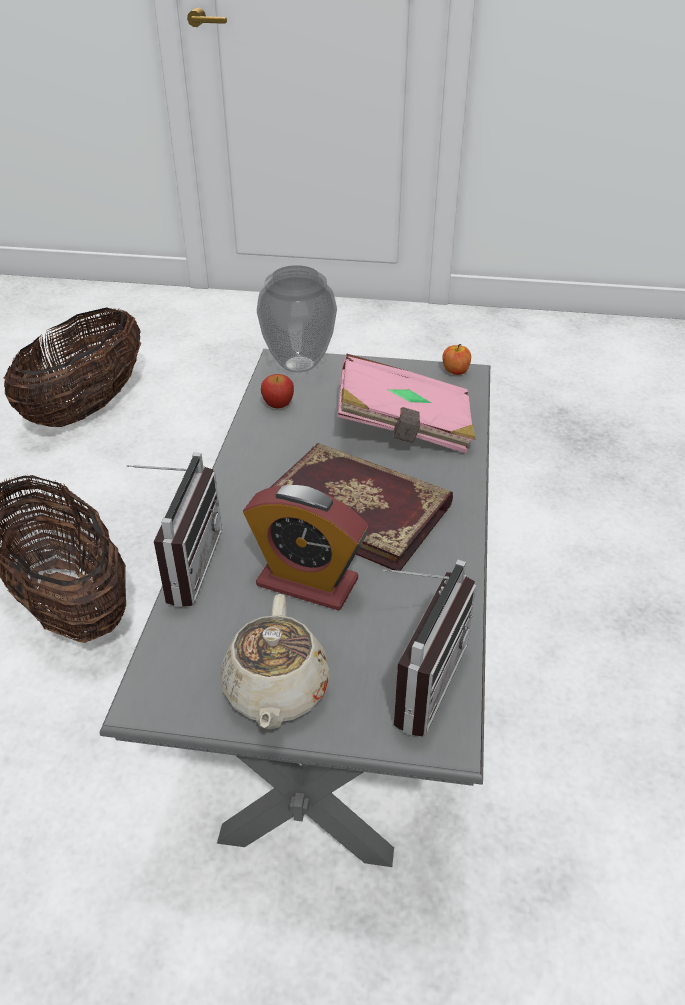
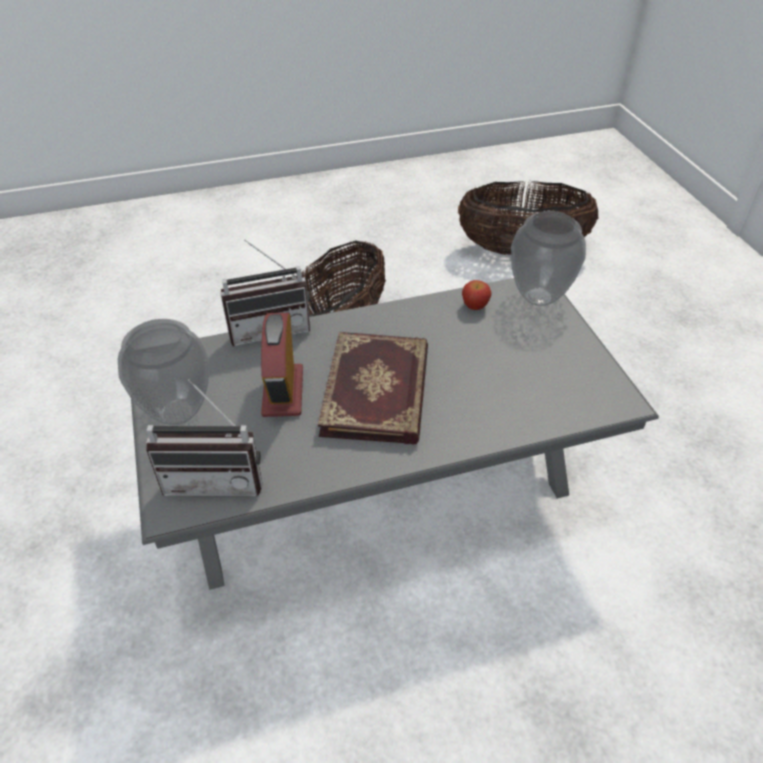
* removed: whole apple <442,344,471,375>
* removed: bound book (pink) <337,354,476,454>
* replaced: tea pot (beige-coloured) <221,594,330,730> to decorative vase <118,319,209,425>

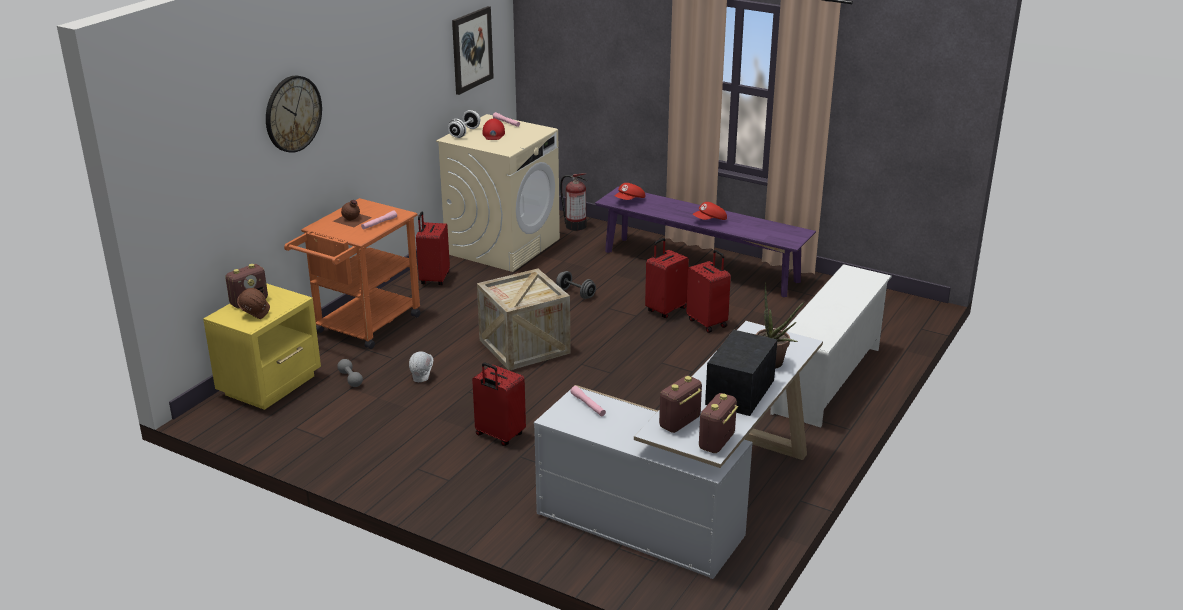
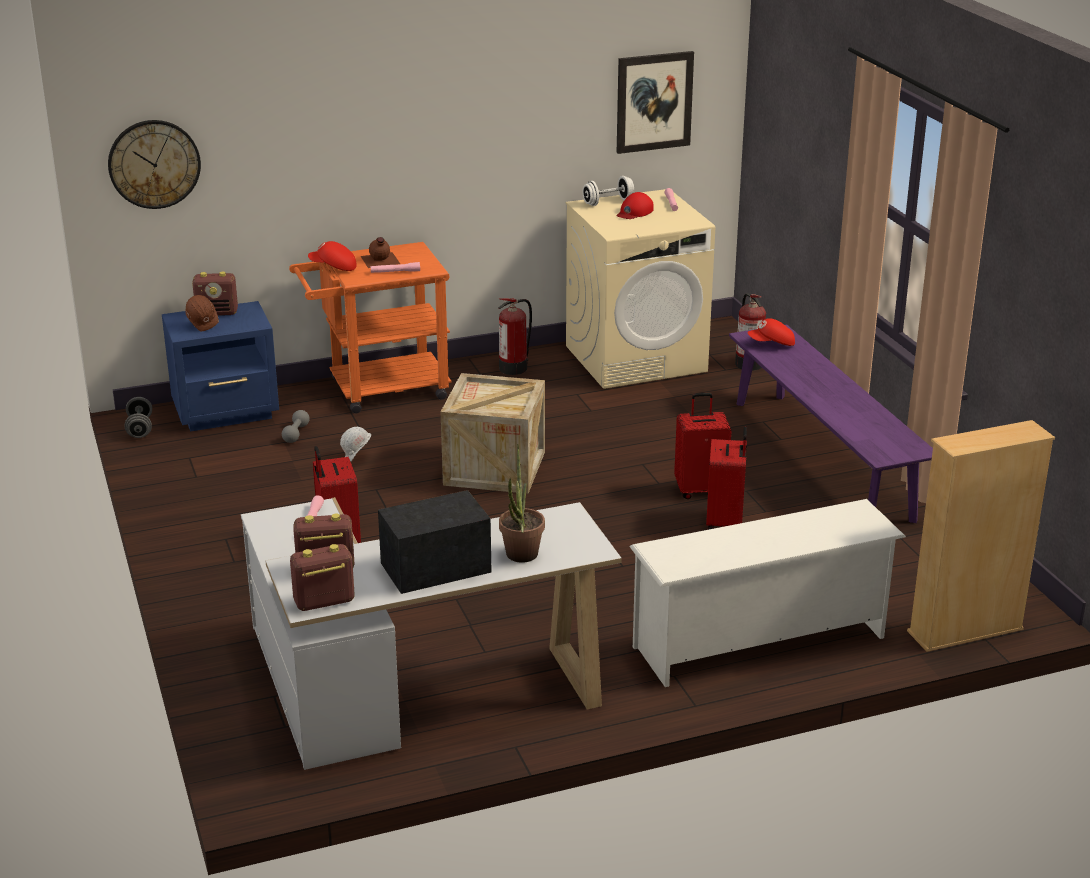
* moved: wall clock <266,76,322,153> to <108,120,201,209>
* moved: cap (red) <693,202,727,220> to <308,241,356,271>
* replaced: suitcase (red) <416,212,450,285> to fire extinguisher <498,298,532,375>
* moved: dumbbell (greyish) <556,271,596,299> to <125,397,152,438>
* recoloured: night table (yellow-coloured) <203,283,321,410> to night table (blue-coloured) <162,301,279,432>
* added: bookshelf (beige-coloured) <907,420,1055,652>

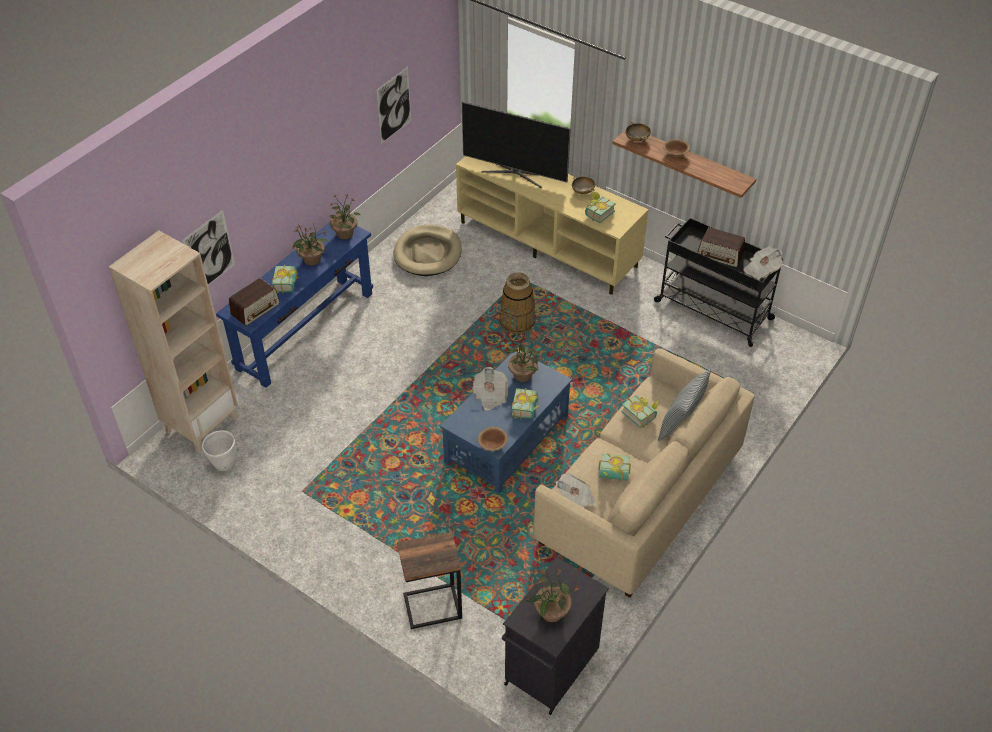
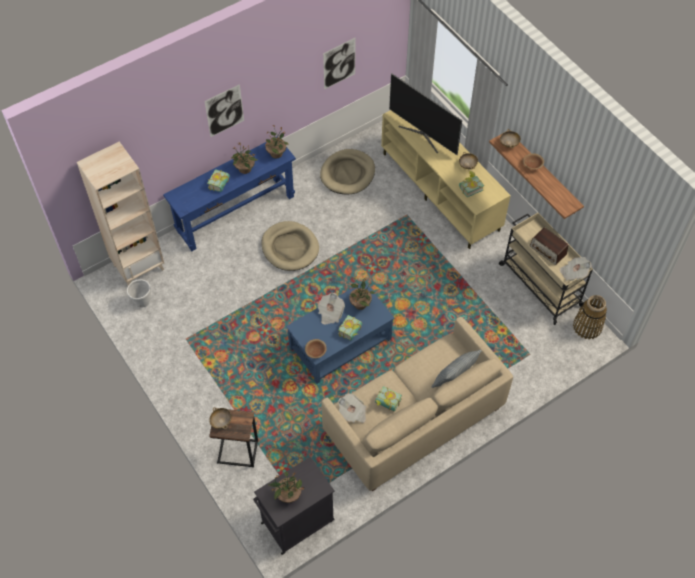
* moved: wall picture <182,210,235,286> to <204,84,244,137>
* recoloured: wheeled cart (black) <654,218,783,347> to wheeled cart (beige-coloured) <499,213,593,325>
* moved: household basket <499,272,536,334> to <573,295,607,339>
* removed: radio receiver <229,278,280,326>
* removed: bound book <621,395,659,428>
* added: dog cushion (beige-coloured) <261,221,319,271>
* added: serving bowl (beige-coloured) <209,407,232,429>

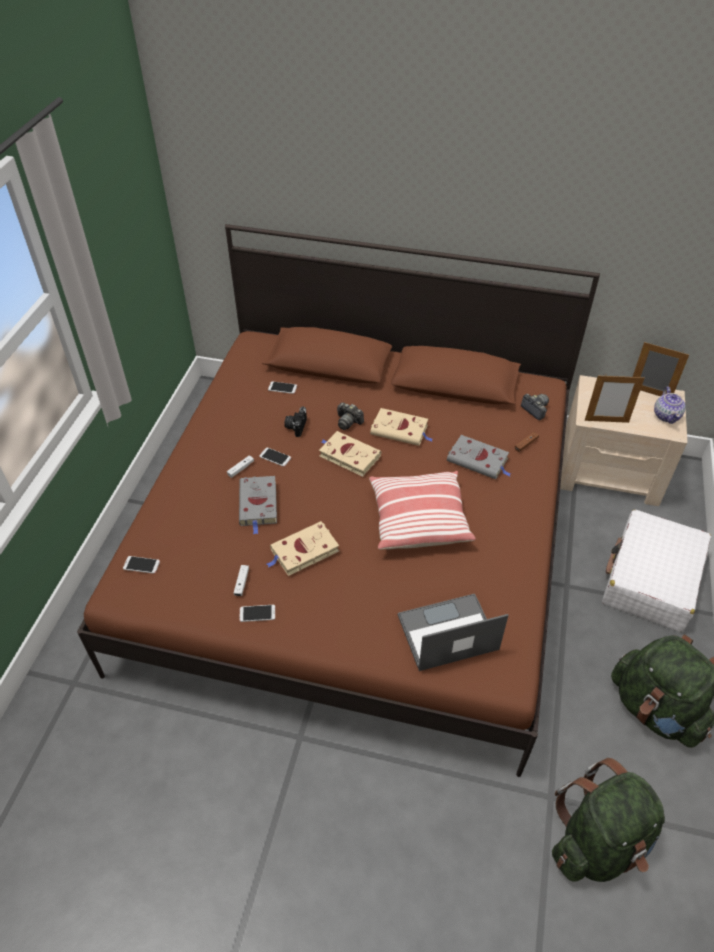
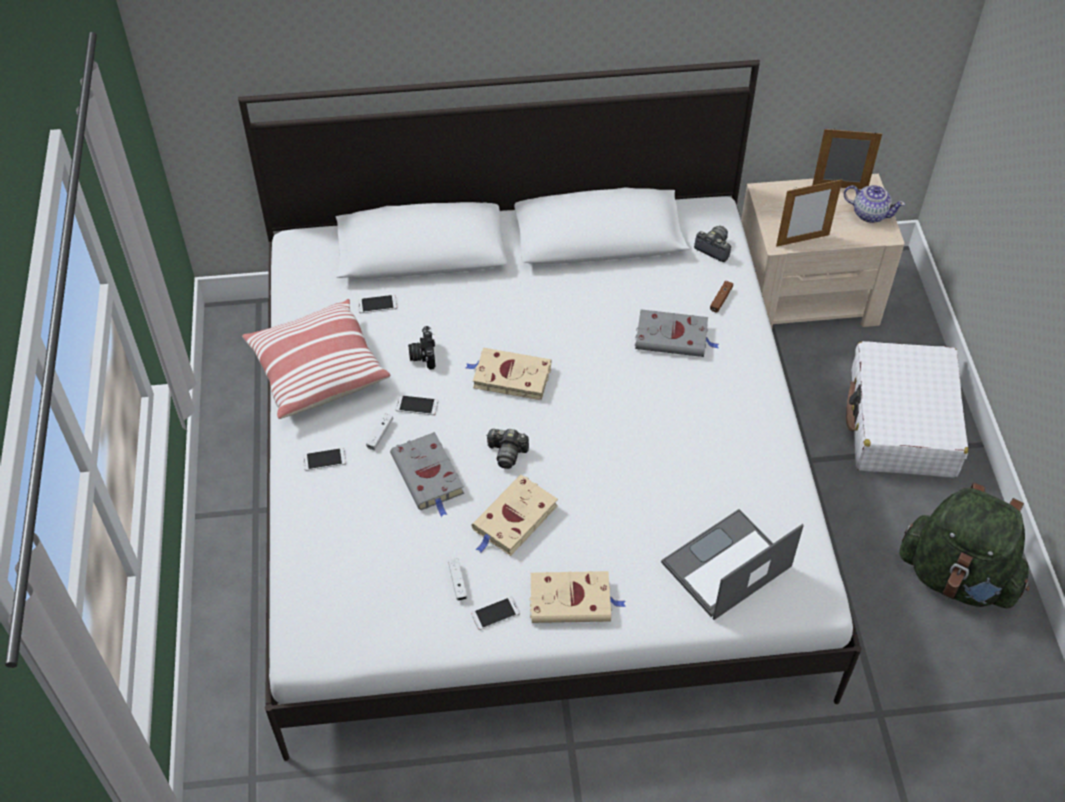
* recoloured: bed (brown) <77,224,600,777> to bed (white) <238,60,862,761>
* turned: tea pot <654,387,686,424> = <844,185,905,223> 45 degrees counterclockwise
* moved: still camera <337,402,364,430> to <486,429,529,469>
* moved: bound book (beige-coloured) <370,408,433,446> to <530,571,626,623>
* moved: cushion <369,471,476,550> to <242,299,390,419>
* moved: handset <123,556,160,574> to <303,448,346,471>
* removed: backpack (greenish) <552,758,665,882>

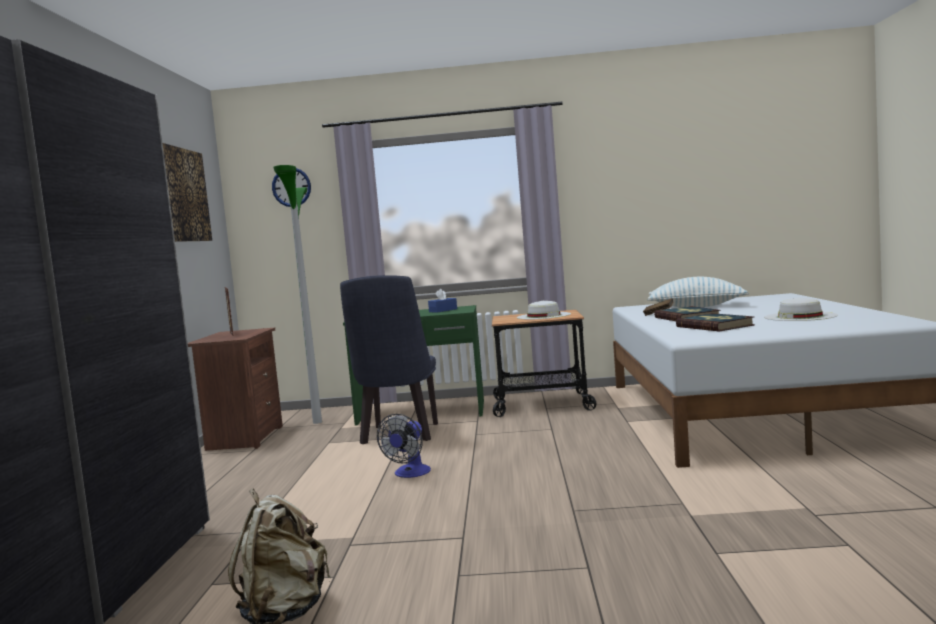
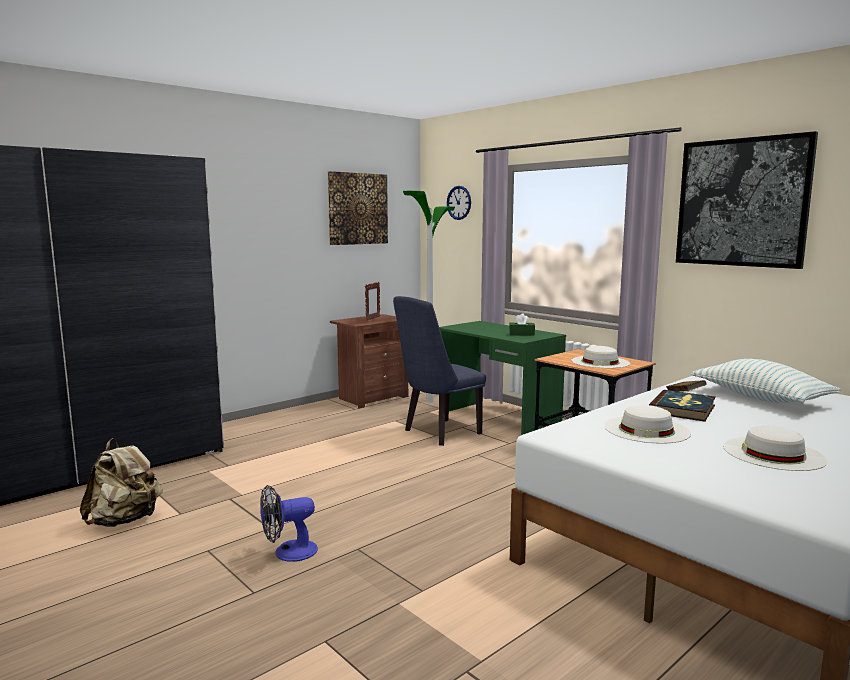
* recoloured: tissue holder (blue-coloured) <428,289,457,313> to tissue holder (greenish) <509,313,535,336>
* replaced: bound book <676,313,755,331> to hat (white) <604,405,691,444>
* moved: electric fan <377,414,431,478> to <260,485,318,562>
* added: wall picture <676,131,818,269>

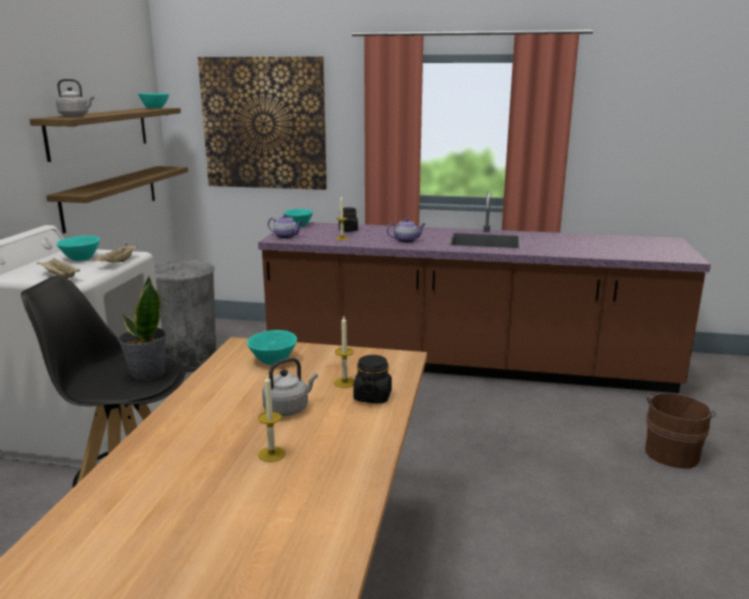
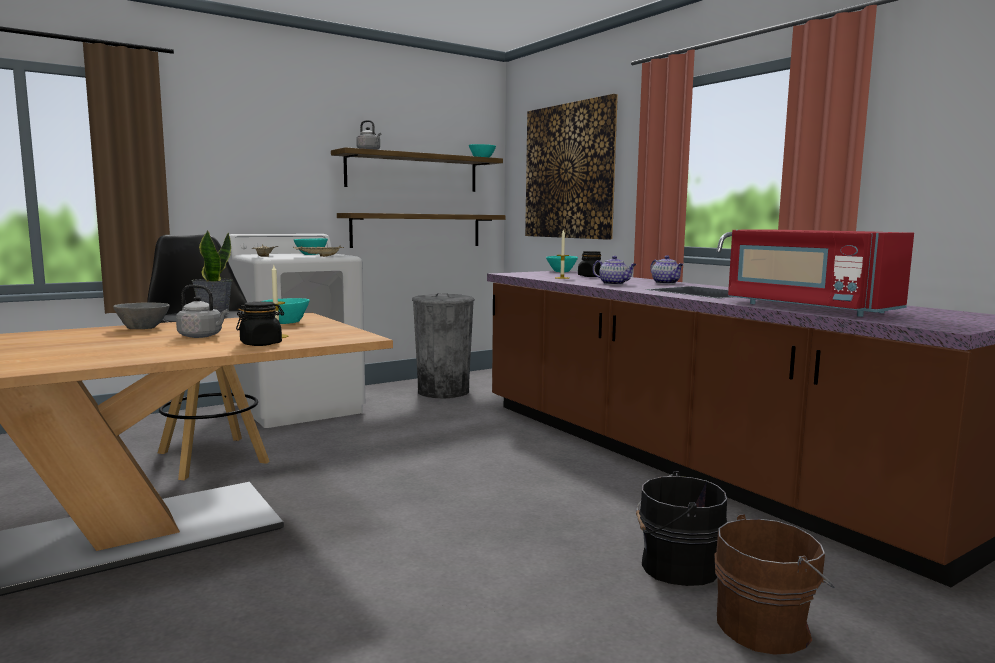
* moved: tea pot <268,214,303,239> to <650,255,683,284>
* removed: wax candle <258,375,286,462>
* added: kitchen microwave (red) <728,230,914,317>
* added: serving bowl (greyish) <113,302,170,329>
* added: pail (black) <636,471,727,586>

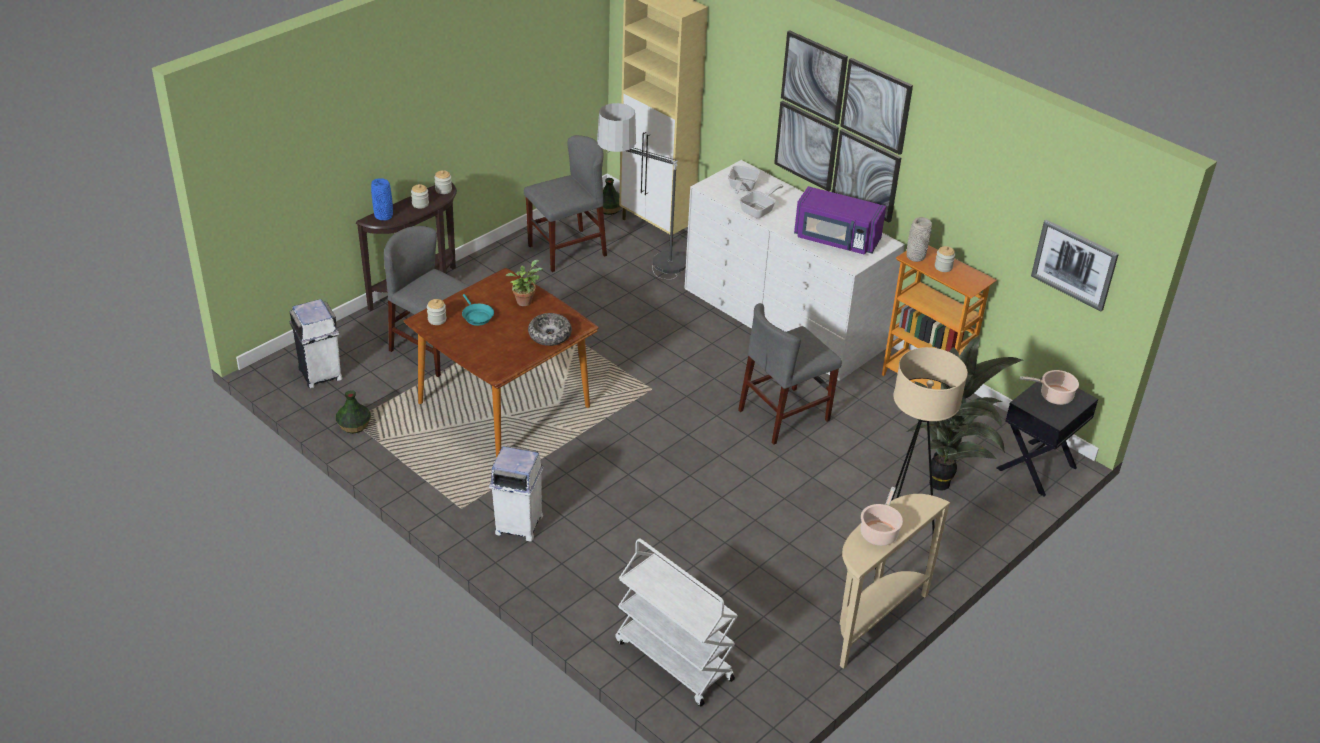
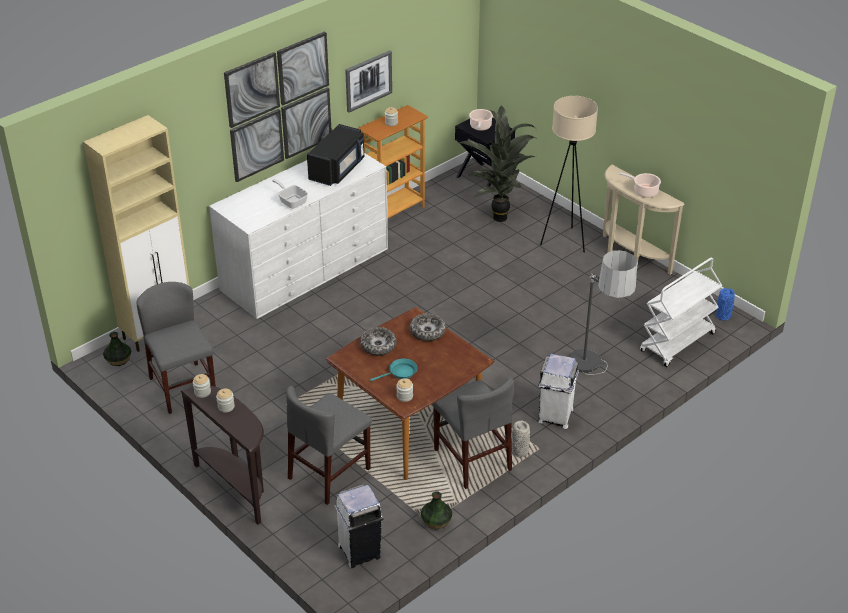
* moved: standing lamp <597,103,686,279> to <569,250,637,375>
* removed: skillet <728,165,760,194>
* moved: decorative vase (blue-coloured) <371,178,393,221> to <716,288,735,321>
* recoloured: kitchen microwave (purple) <794,186,886,255> to kitchen microwave (black) <307,124,364,186>
* moved: decorative vase (greyish) <906,217,932,262> to <512,421,530,457>
* moved: wall picture <1031,220,1119,311> to <345,50,392,113>
* replaced: potted plant <506,260,543,306> to serving bowl <360,327,397,356>
* moved: upright chair (greyish) <738,303,842,445> to <432,378,514,489>

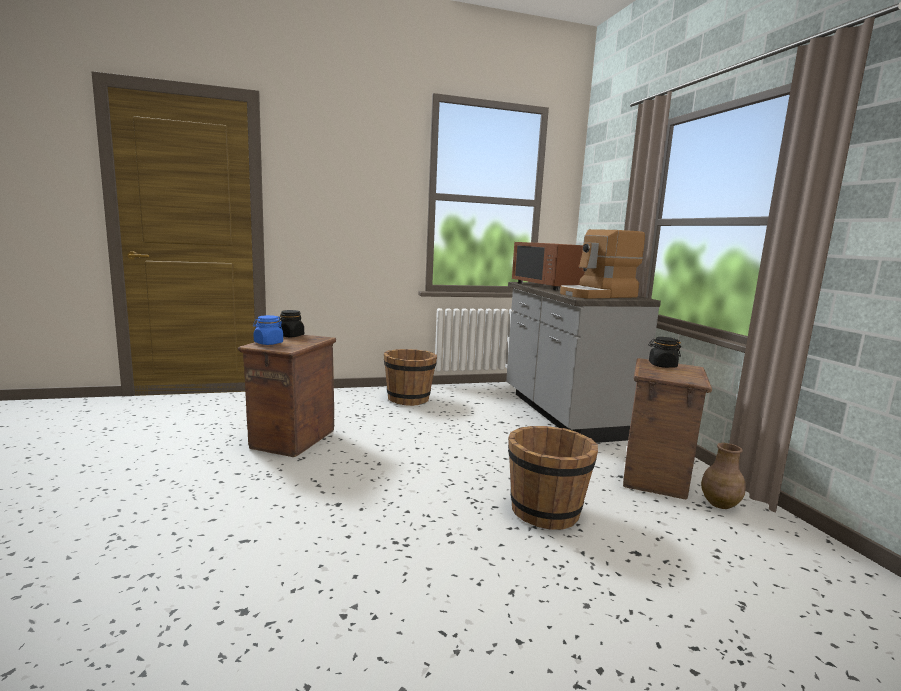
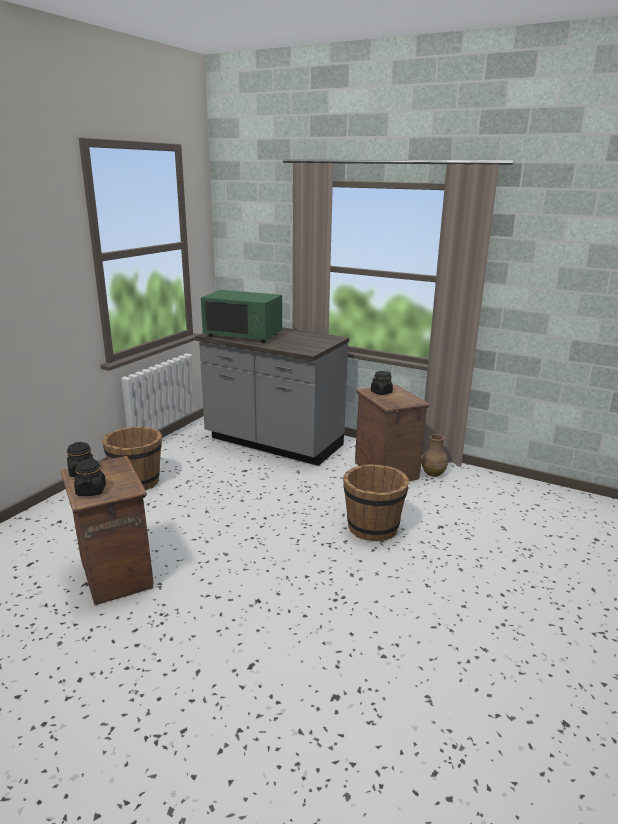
* removed: coffee brewer <560,229,645,299>
* recoloured: kitchen microwave (brown) <512,242,585,290> to kitchen microwave (greenish) <201,290,282,342>
* recoloured: jar (blue-coloured) <253,315,283,345> to jar (black) <74,459,106,496>

